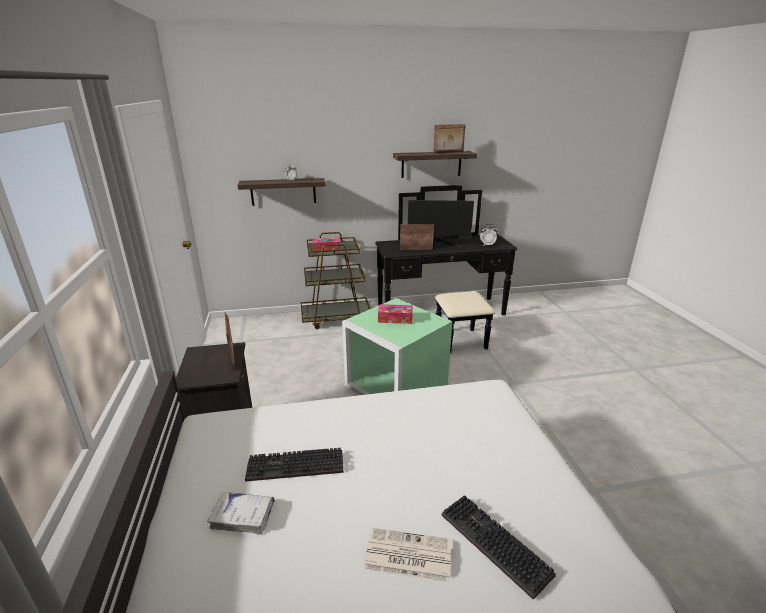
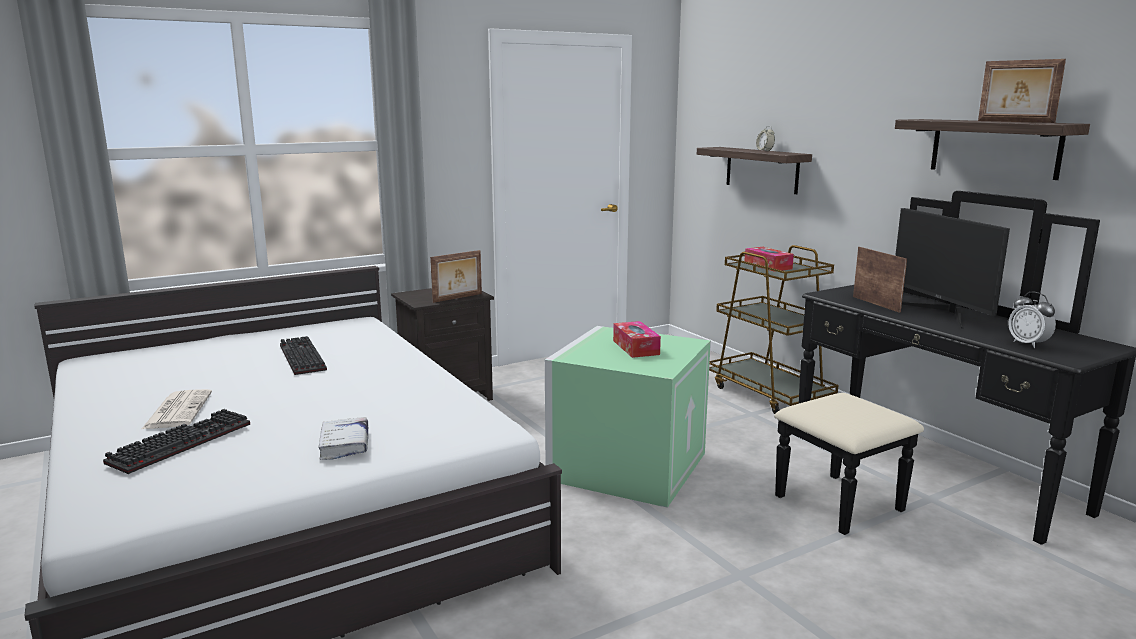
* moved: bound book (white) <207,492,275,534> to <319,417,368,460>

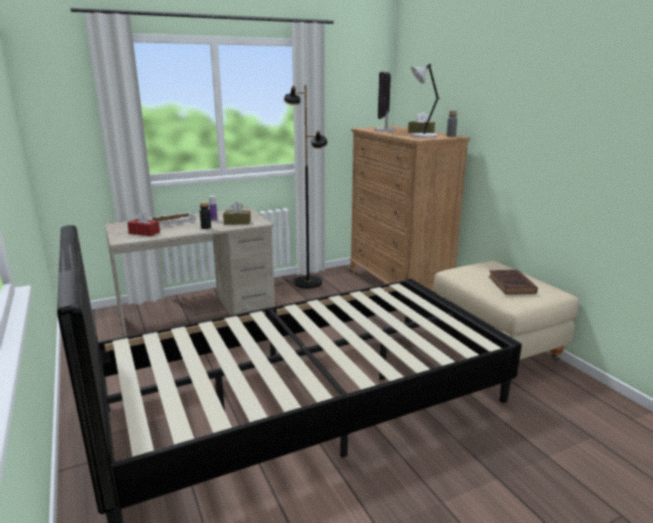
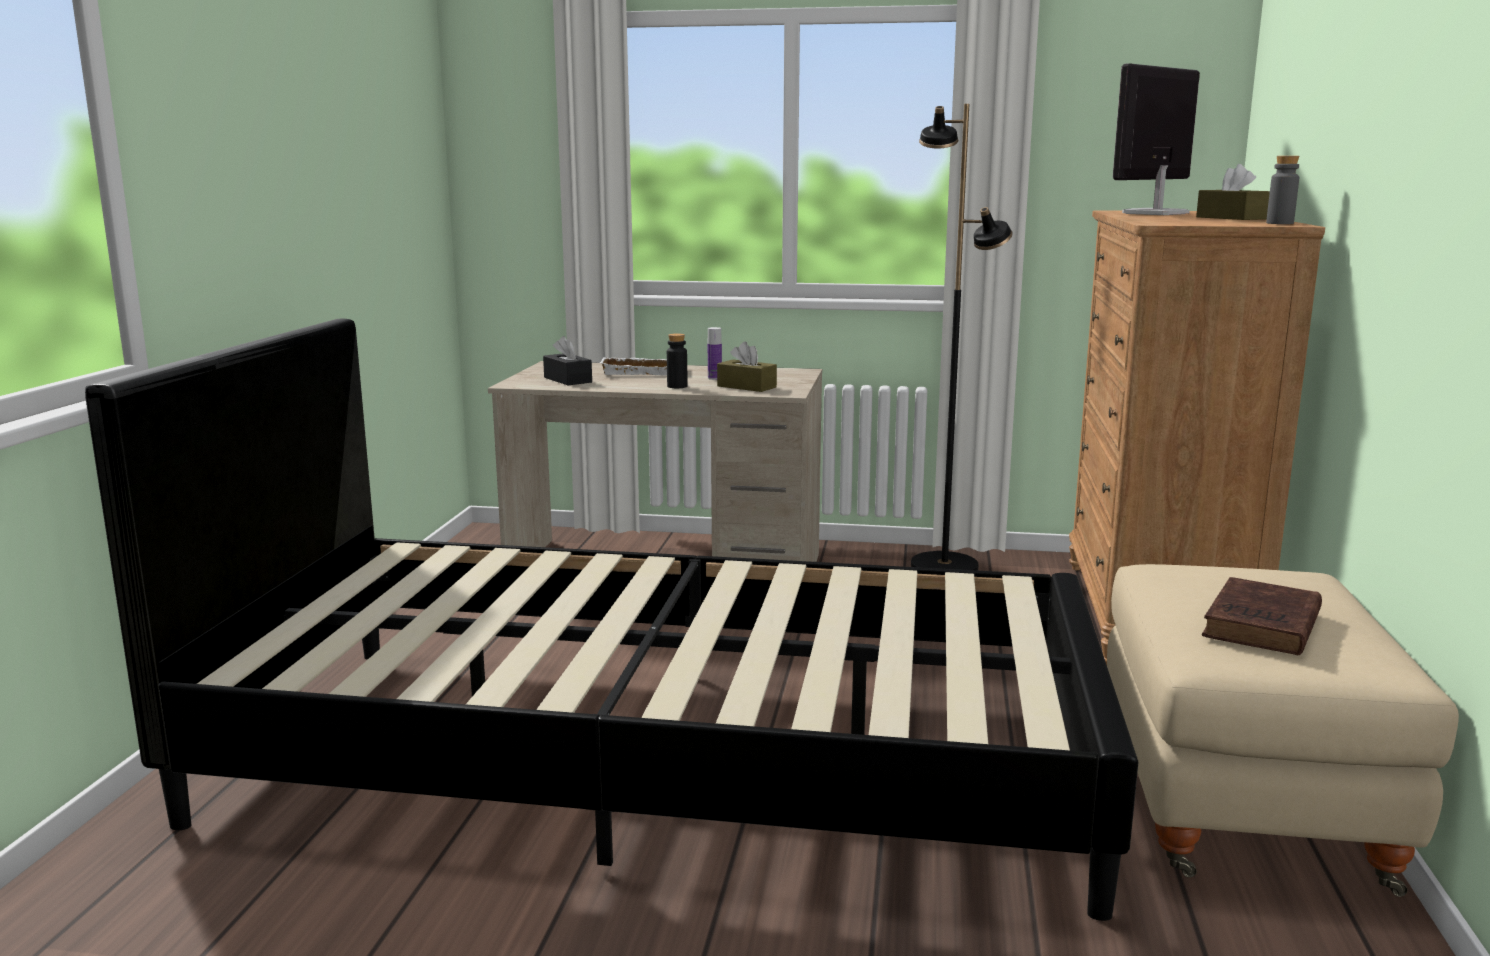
* removed: tabletop lamp (greyish) <411,64,439,138>
* recoloured: tissue holder (red) <127,211,160,236> to tissue holder (black) <543,336,592,385>

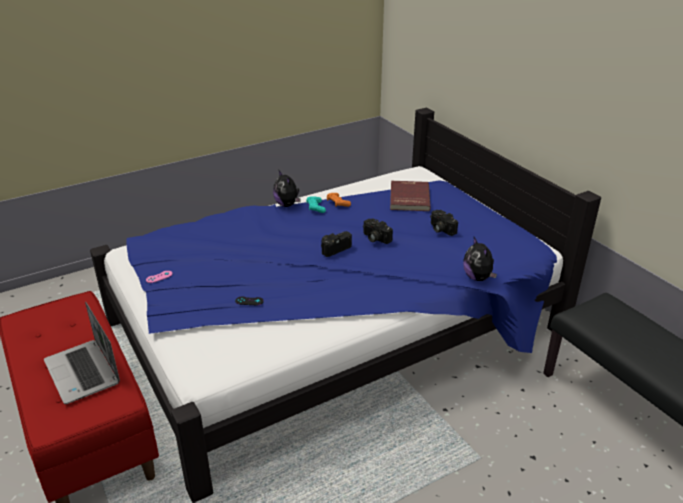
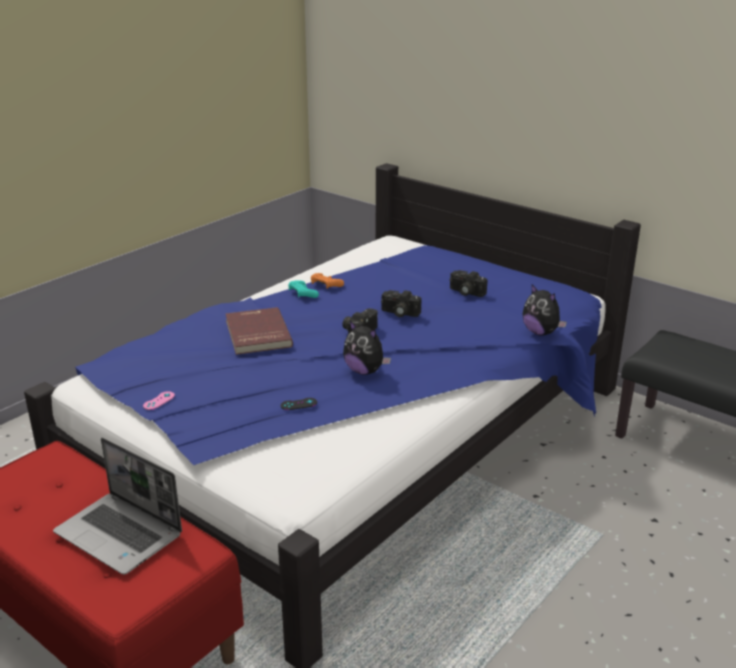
* moved: plush toy <273,171,301,207> to <343,321,391,375>
* moved: bound book (red) <390,181,431,211> to <226,307,293,355>

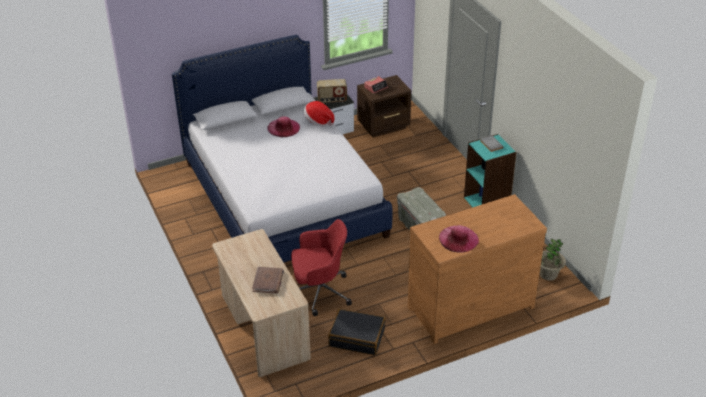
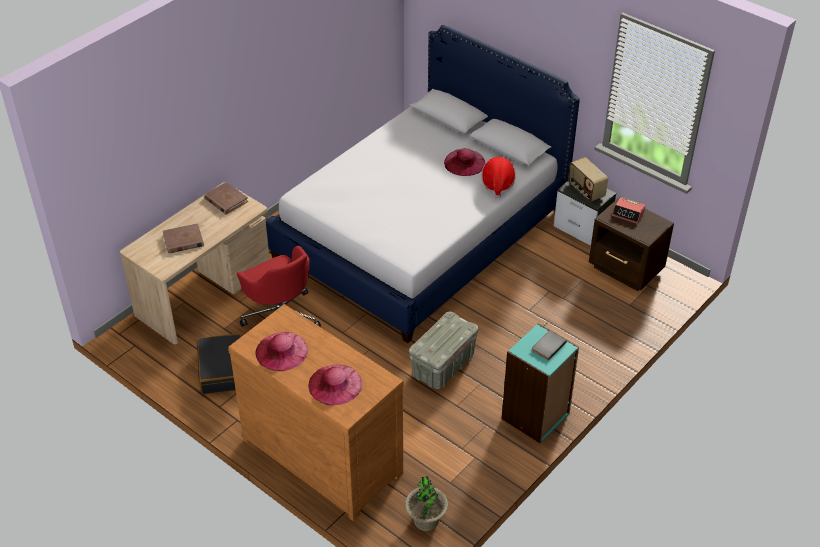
* added: bound book (brown) <204,182,248,215>
* added: hat (pink) <308,365,362,405>

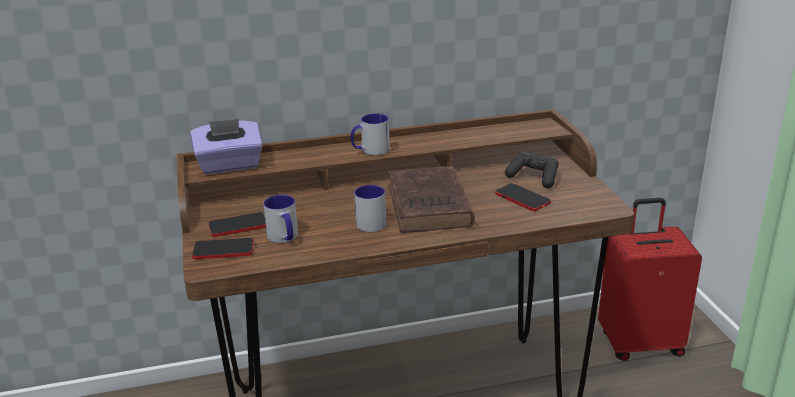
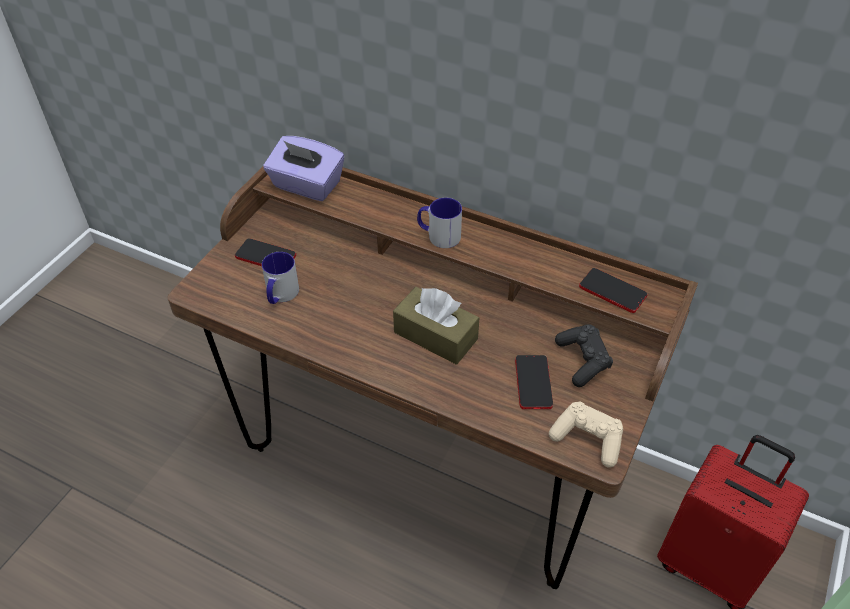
* replaced: bound book (brown) <388,166,475,233> to tissue holder (brown) <393,287,479,365>
* removed: tea mug <354,185,386,232>
* moved: handset <192,238,254,259> to <579,268,648,313>
* added: game controller (beige-coloured) <549,401,623,468>

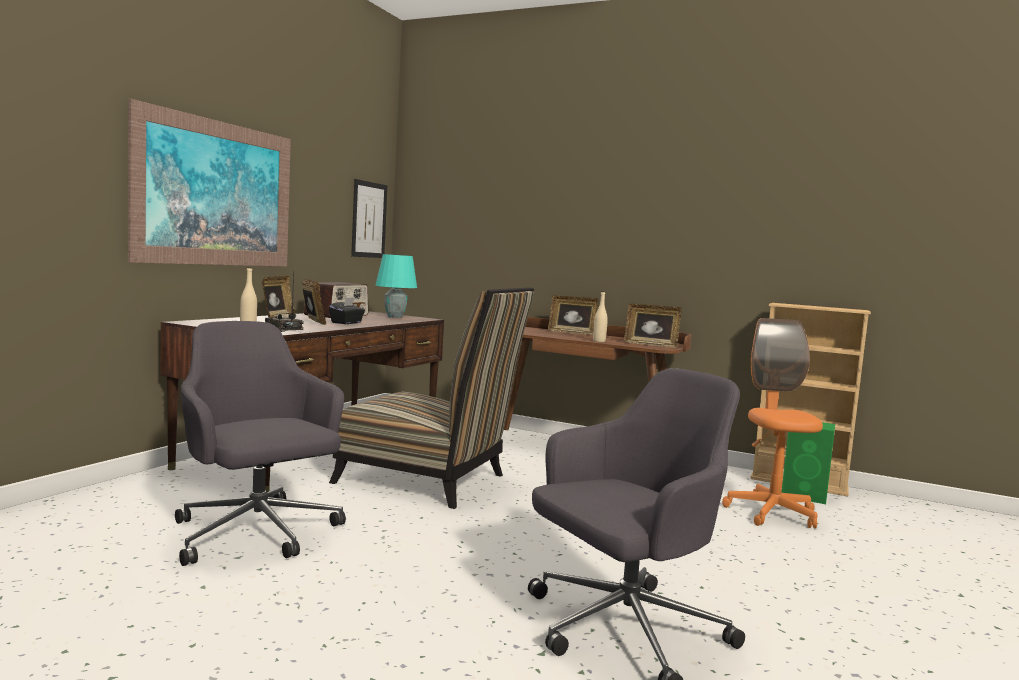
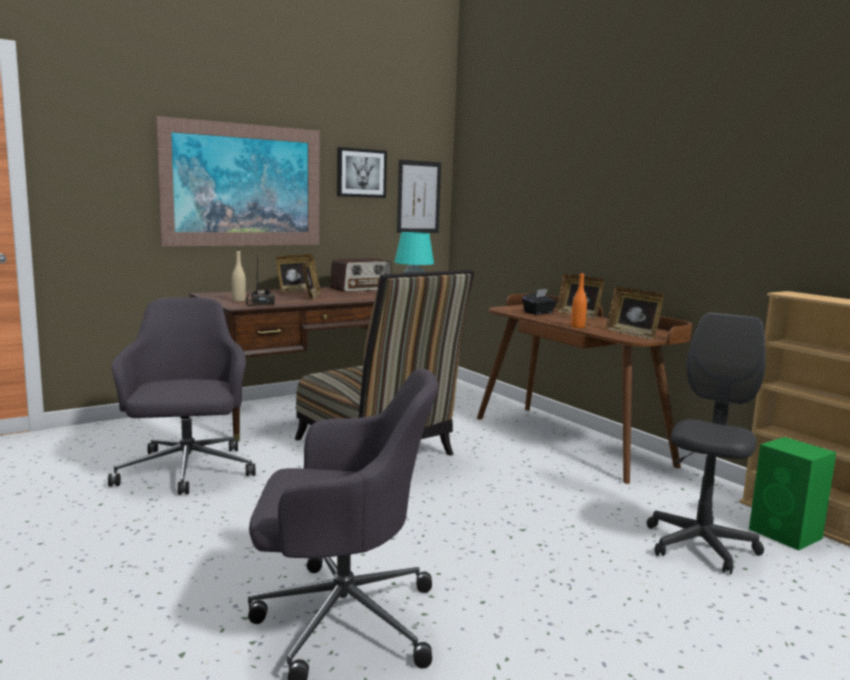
* recoloured: beverage bottle (beige-coloured) <593,291,608,342> to beverage bottle (orange-coloured) <571,272,587,328>
* moved: tissue holder (black) <329,297,365,324> to <522,289,557,315>
* recoloured: computer chair (orange-coloured) <722,318,823,528> to computer chair (greyish) <647,312,766,574>
* added: wall picture <337,147,387,198>

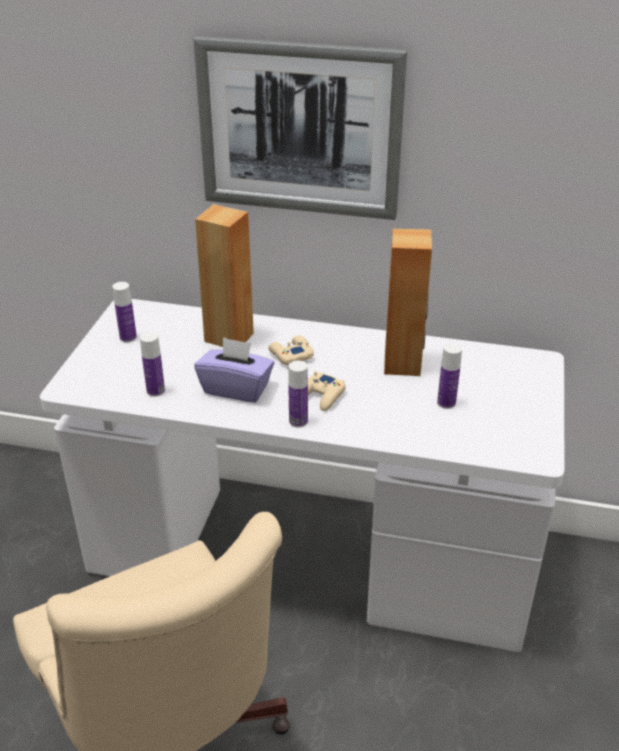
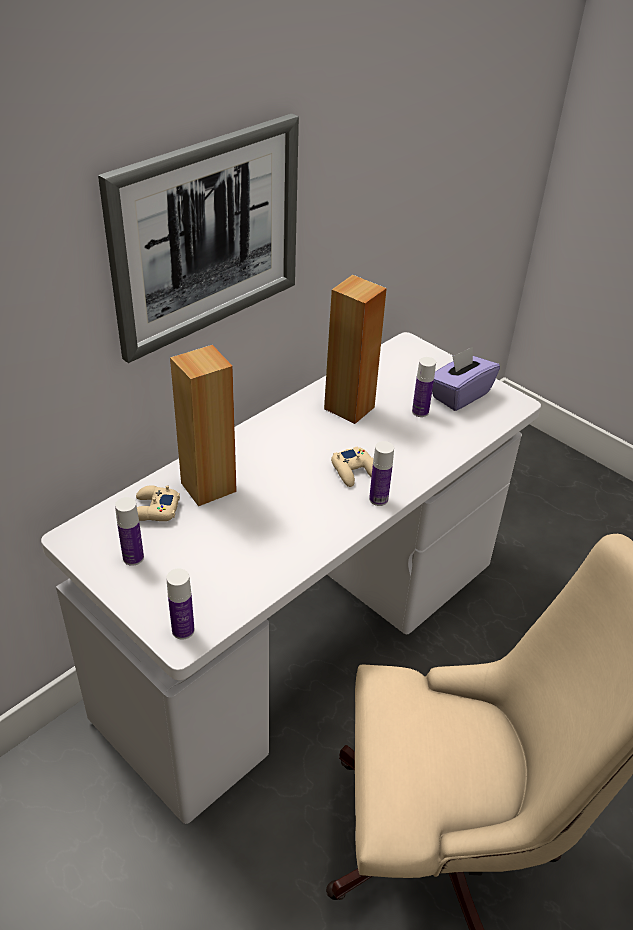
* moved: beverage bottle <140,332,165,397> to <166,569,194,639>
* moved: game controller (beige-coloured) <268,335,314,365> to <136,485,180,521>
* moved: tissue holder (purple) <194,337,274,403> to <432,347,500,411>

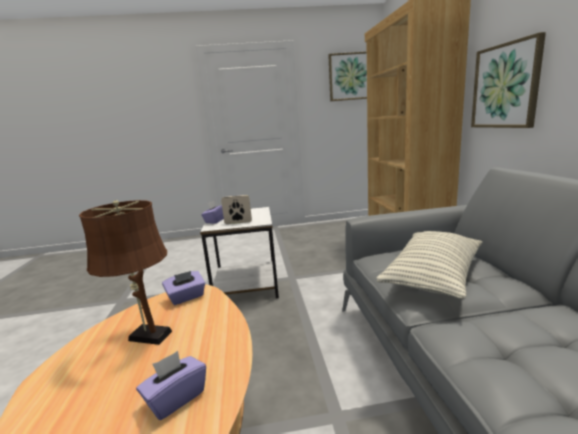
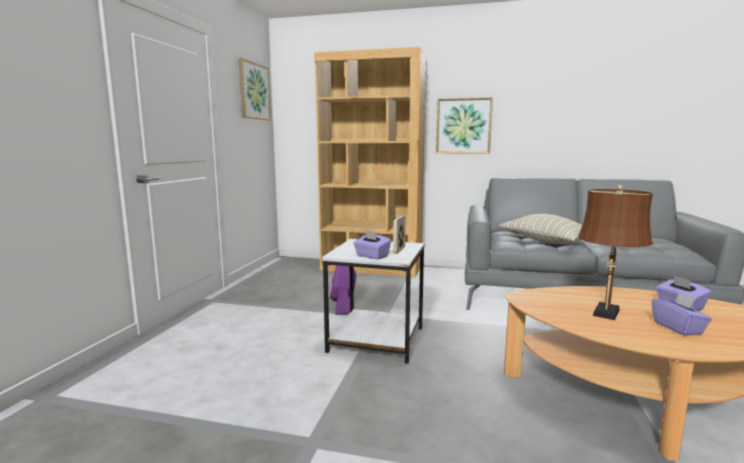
* moved: tissue holder (purple) <162,271,205,305> to <651,292,712,336>
* added: electric fan (purple) <330,265,356,314>

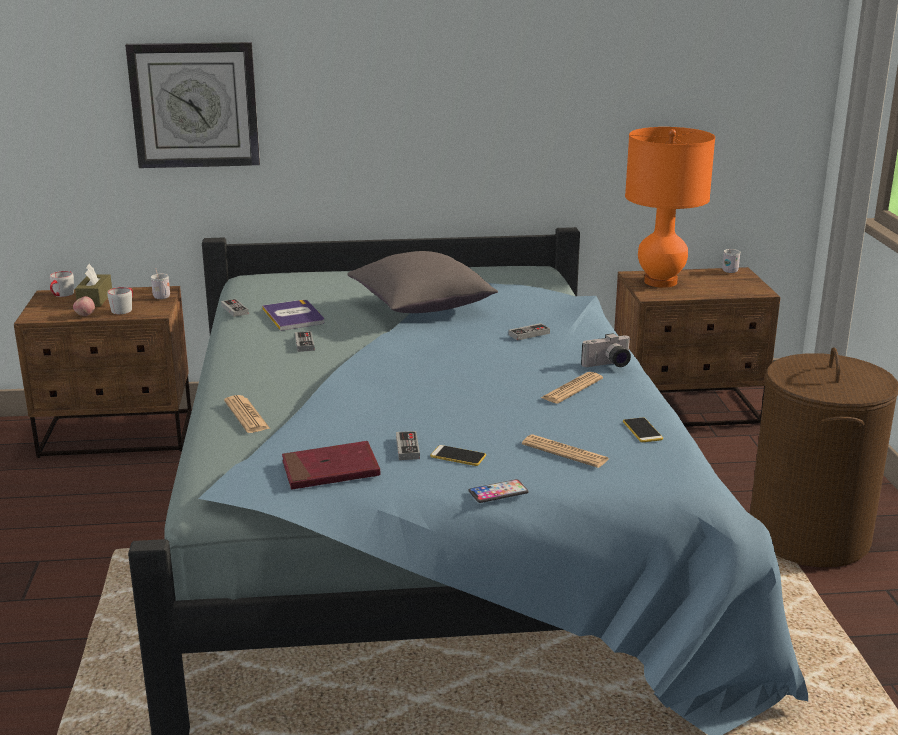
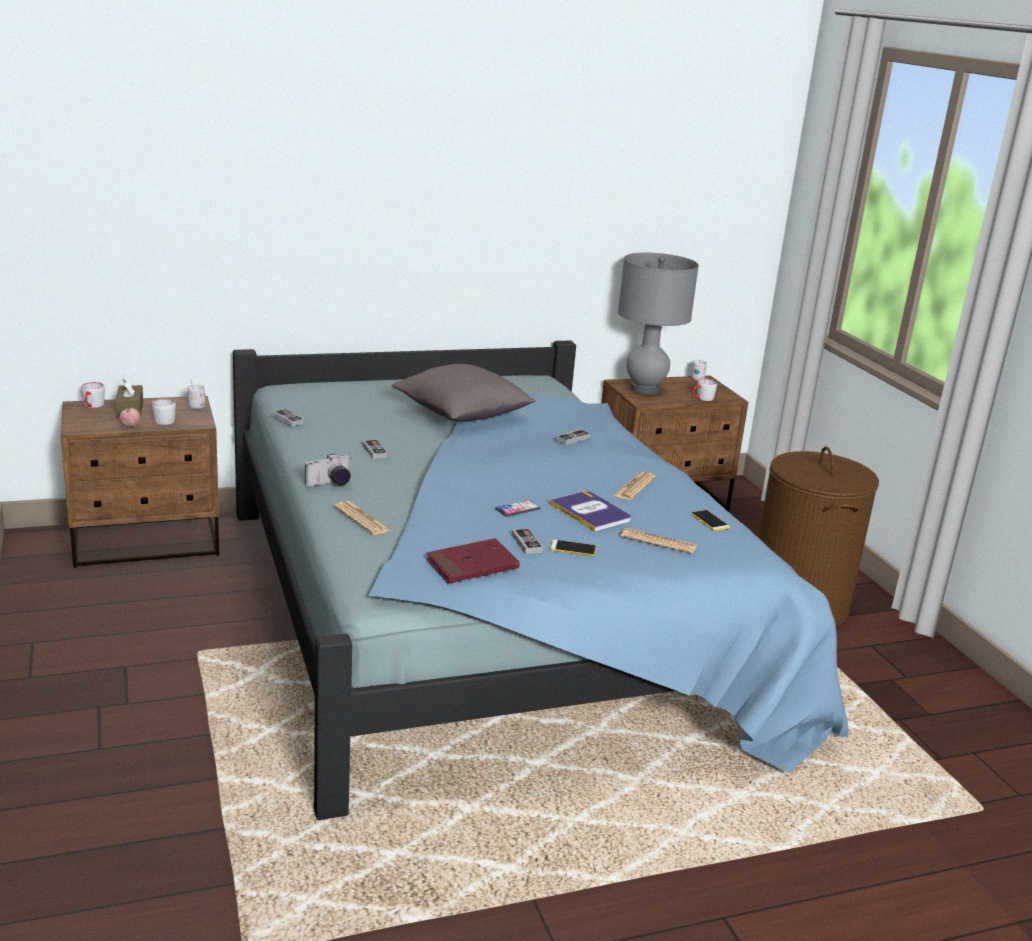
* removed: wall clock <125,42,260,168>
* recoloured: tabletop lamp (orange-coloured) <625,127,715,288> to tabletop lamp (greyish) <618,253,699,394>
* moved: bound book <262,300,325,331> to <550,491,631,532>
* moved: still camera <581,333,631,367> to <305,454,351,486>
* moved: handset <469,479,529,503> to <495,500,540,517>
* added: tea mug (greyish) <693,378,717,401>

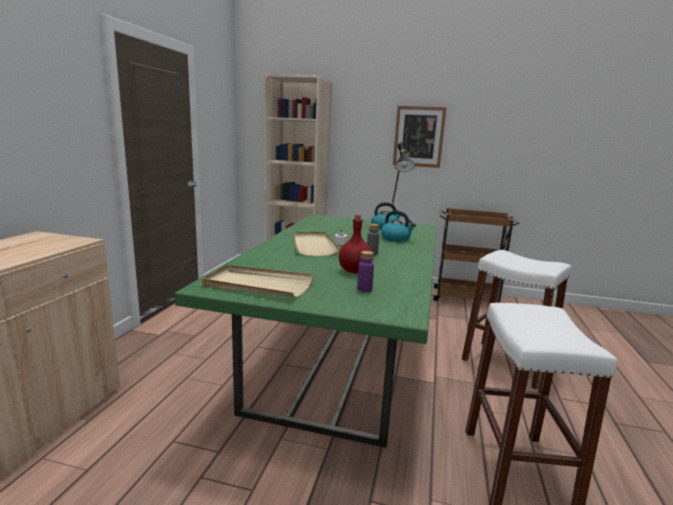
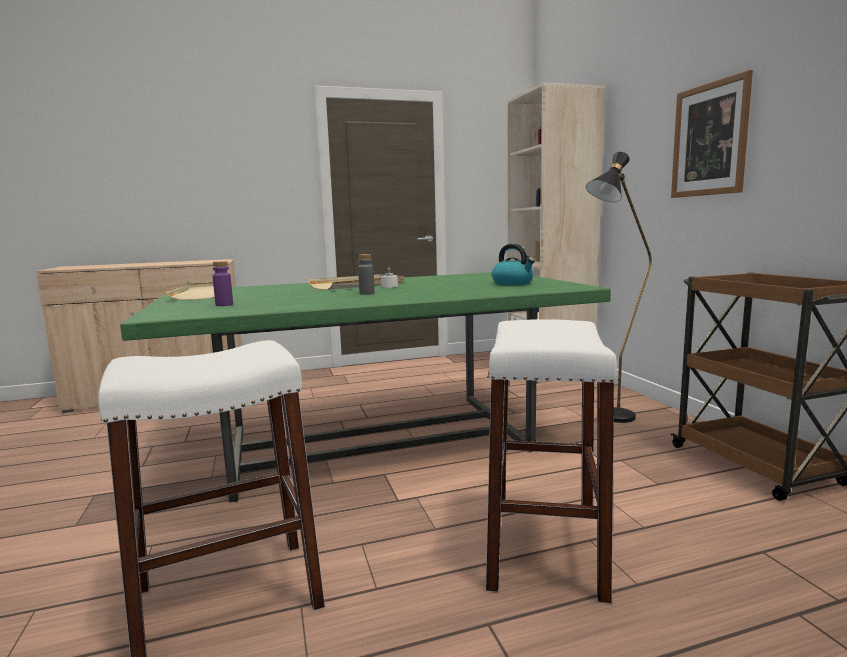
* removed: water kettle <381,210,416,242>
* removed: beverage bottle (red) <339,214,372,273>

